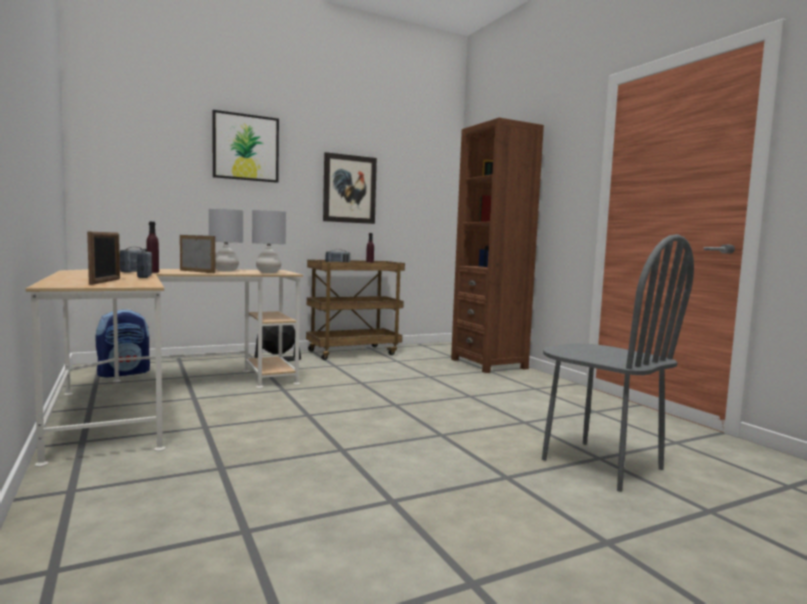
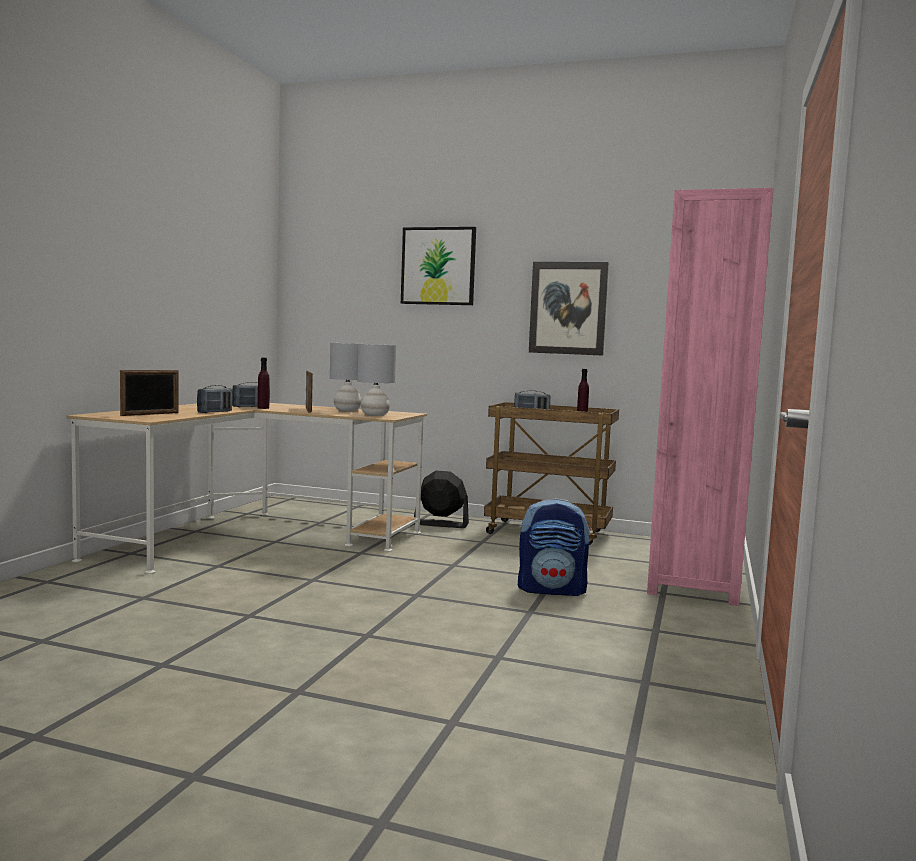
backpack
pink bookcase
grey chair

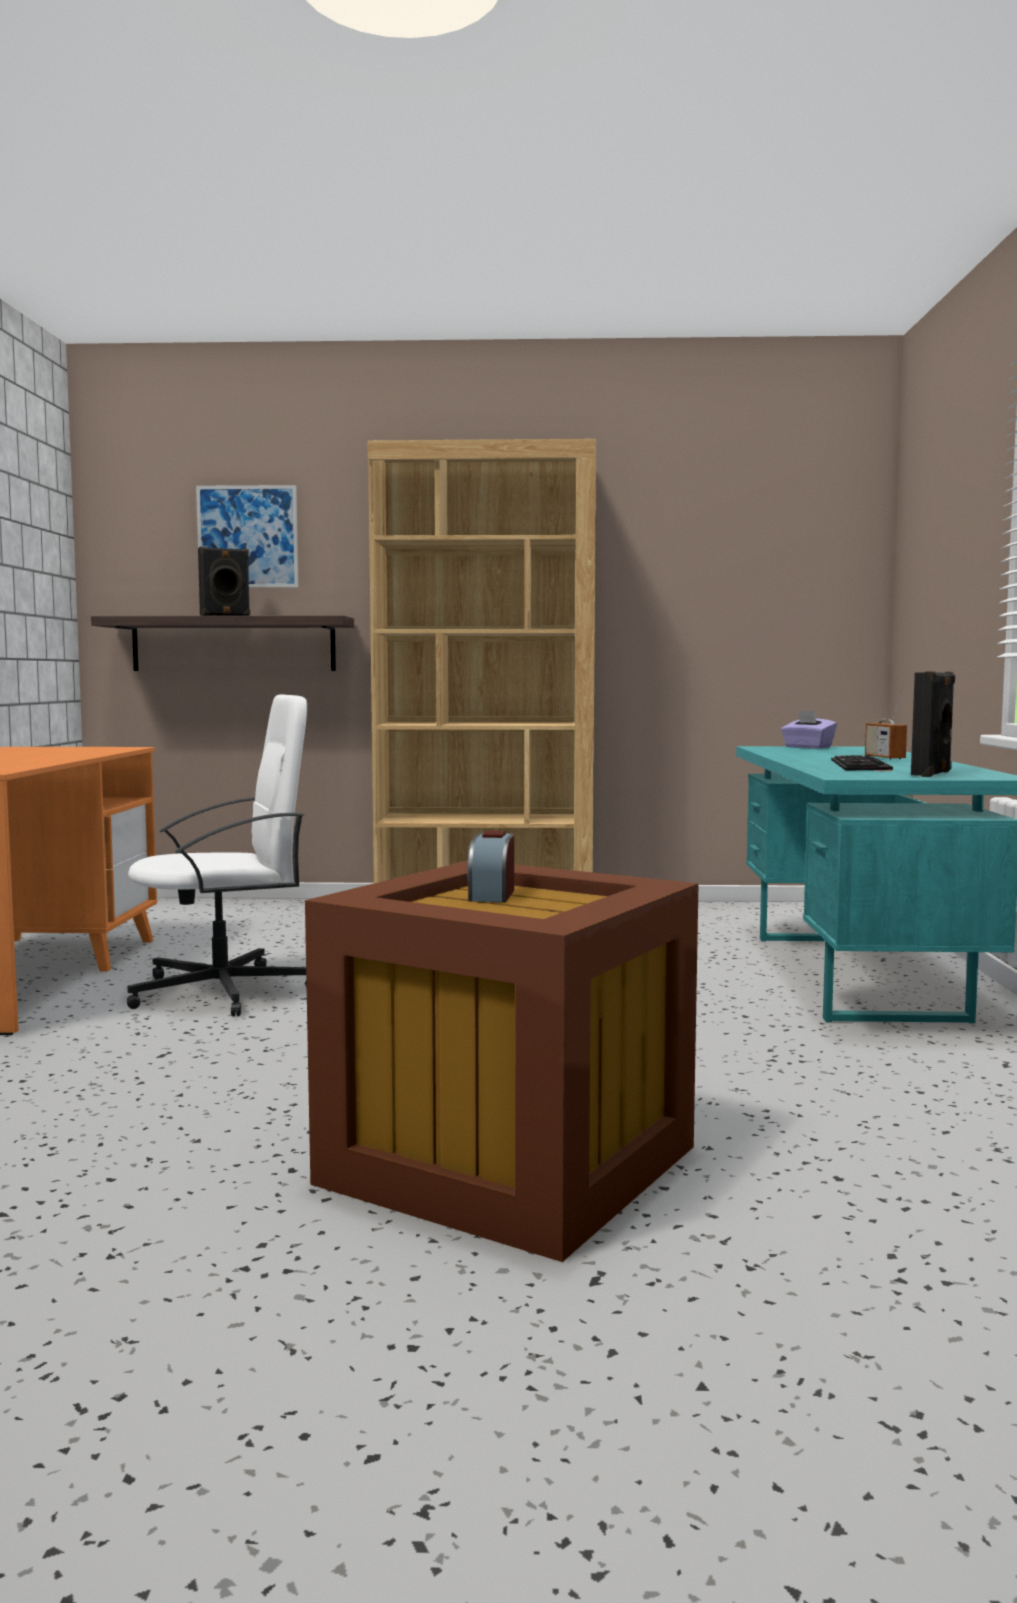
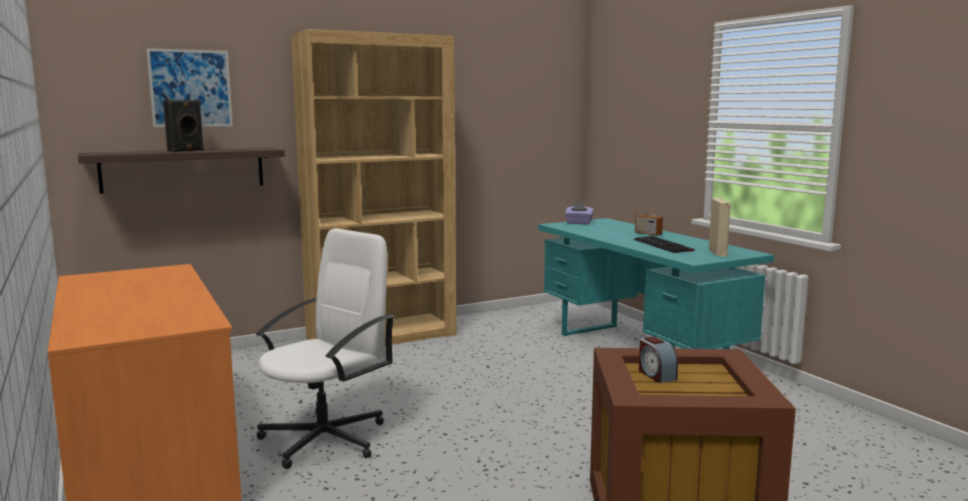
beige speaker

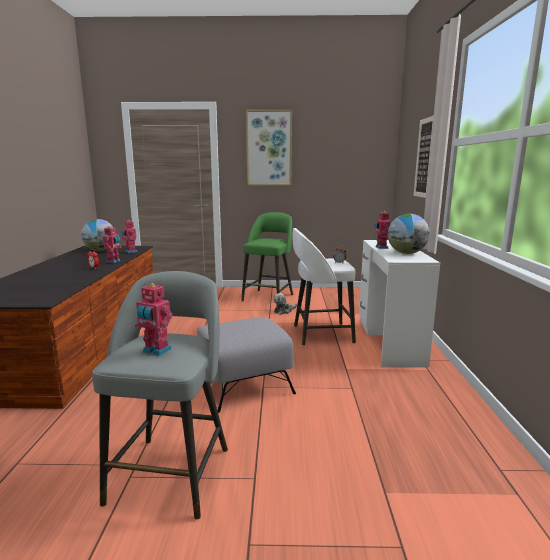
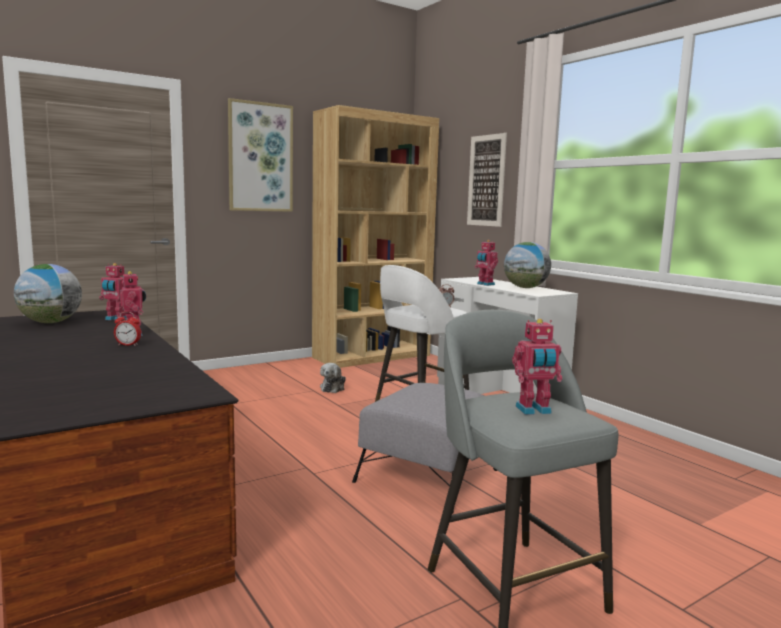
brown bookcase
green stool

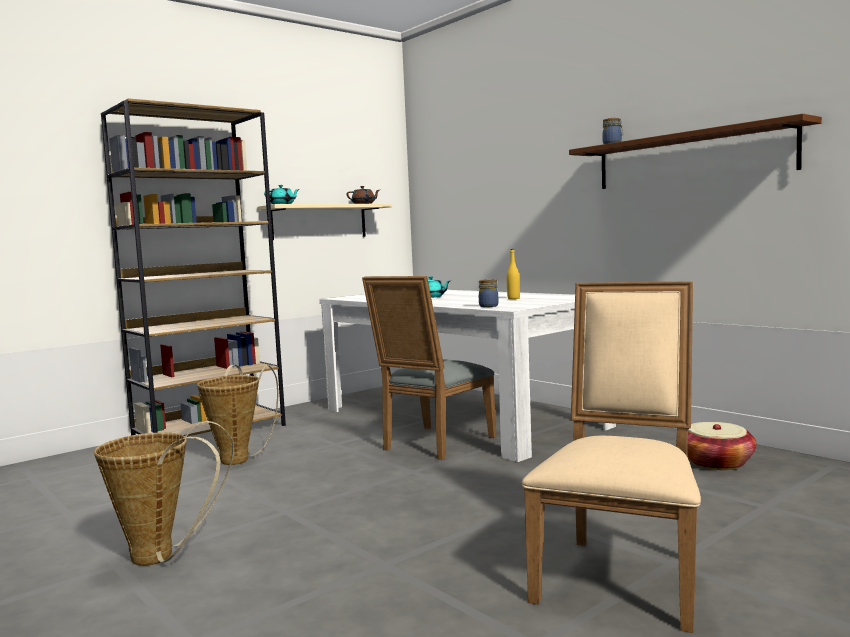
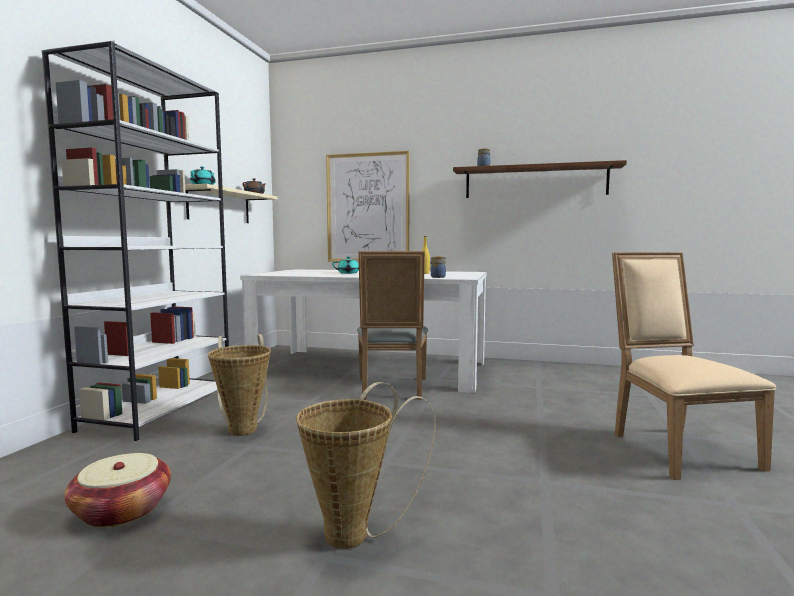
white bookcase
basket (no. 1 from left)
picture

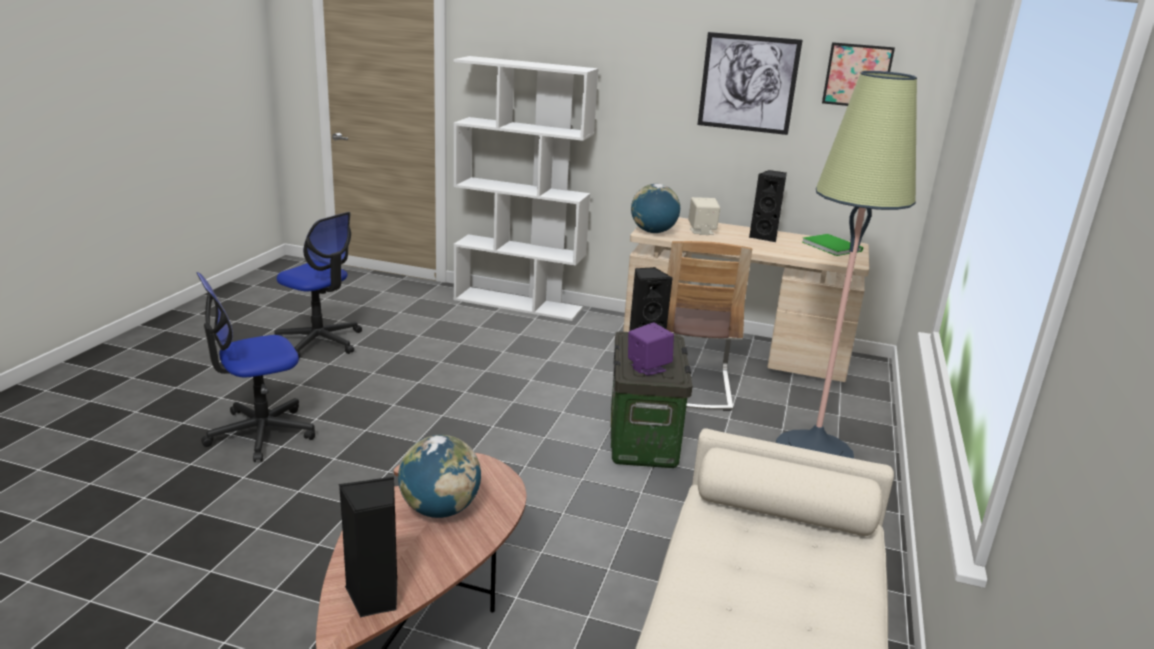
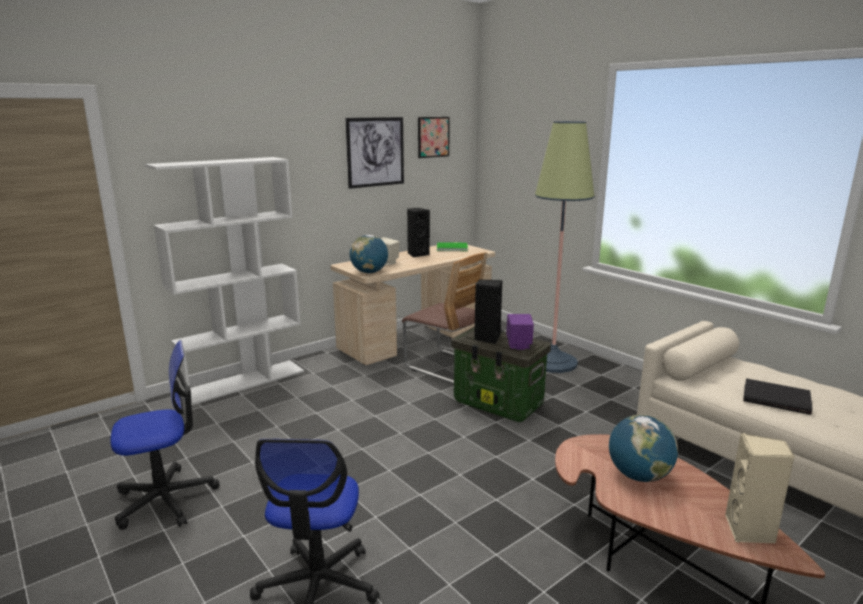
beige speaker (no. 2 from left)
black book

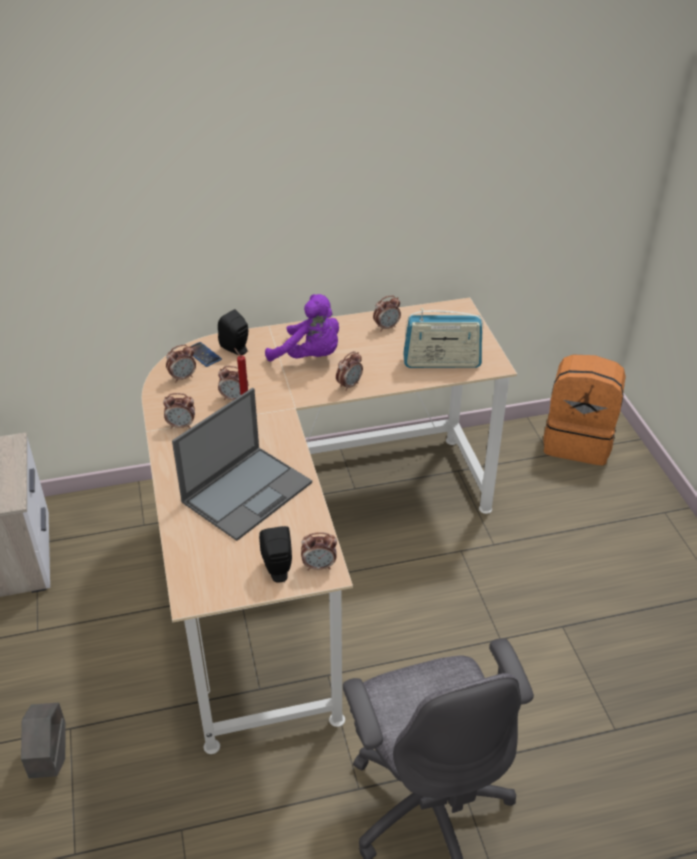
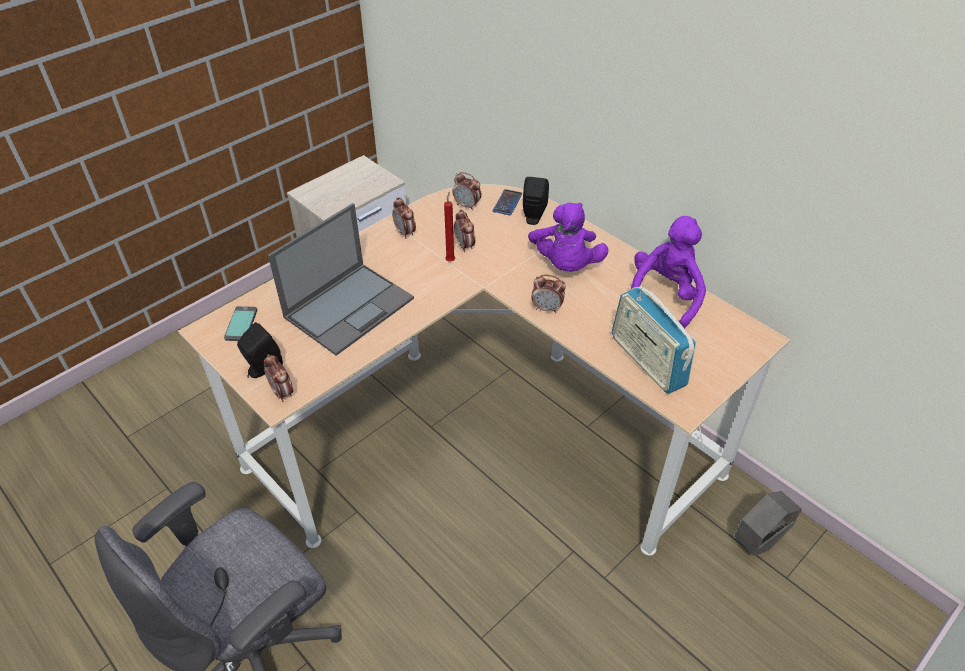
phone (no. 1 from left)
laptop
purple plush toy (no. 2 from left)
grey planter
orange backpack

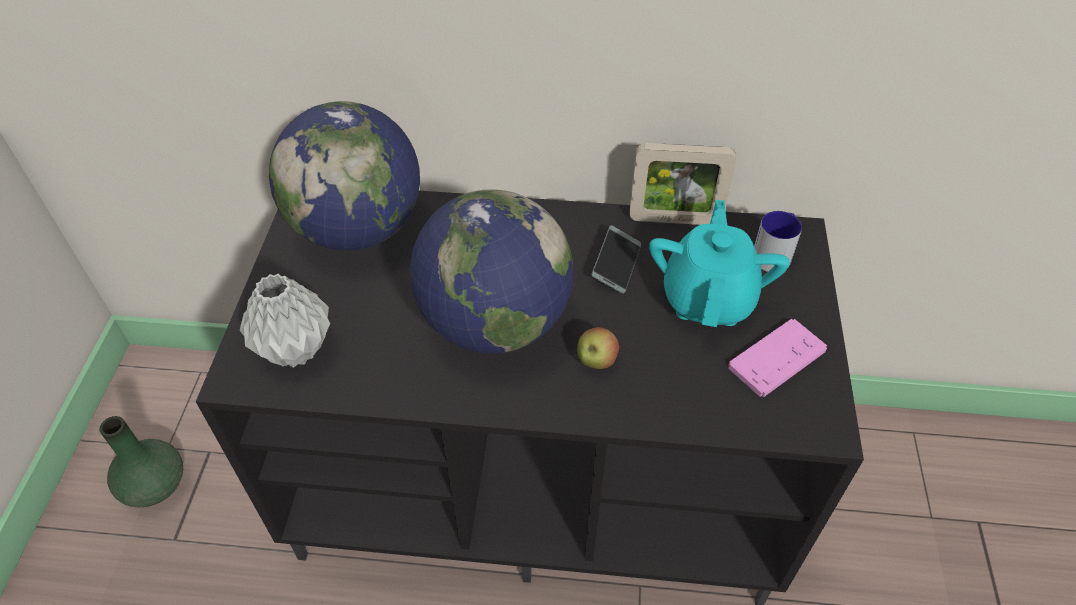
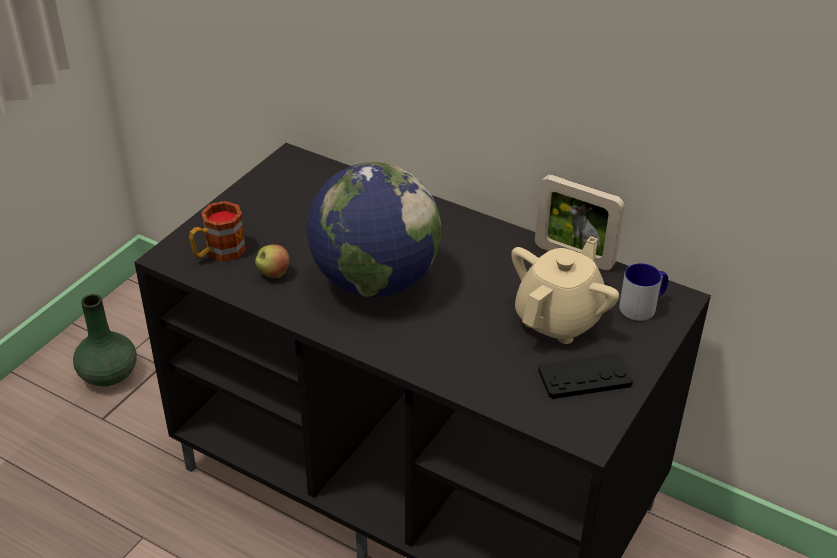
mug (no. 1 from left)
apple
beige teapot
black game controller
globe (no. 1 from left in the first image)
phone

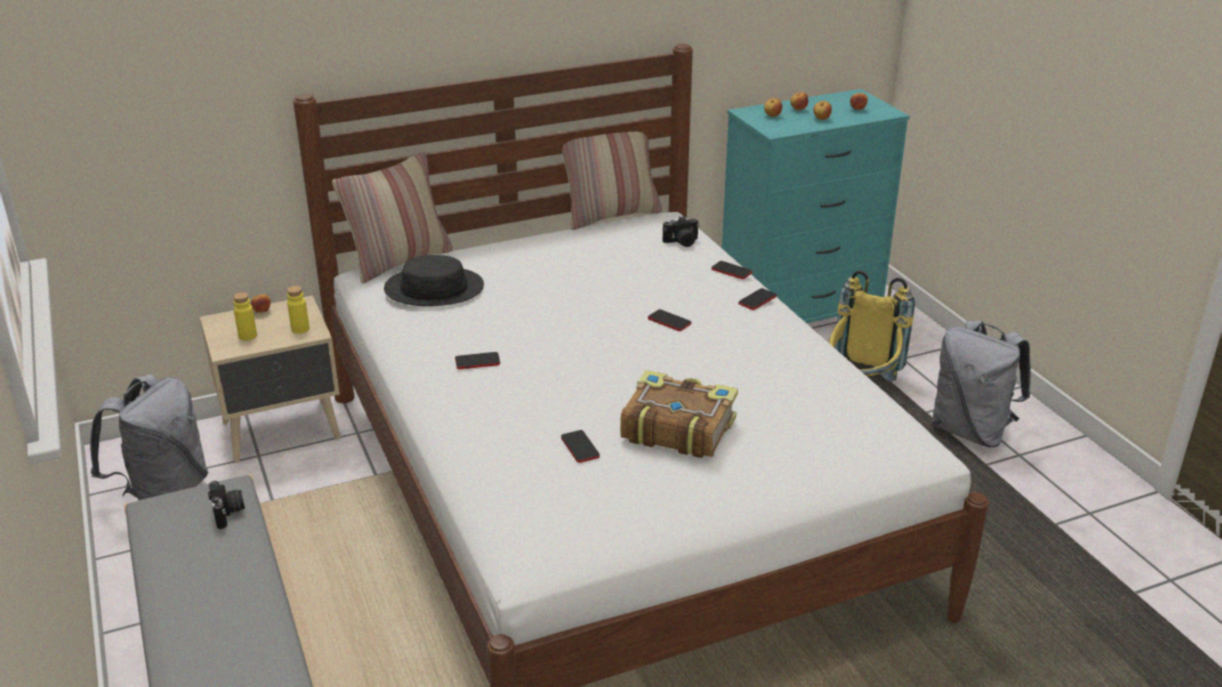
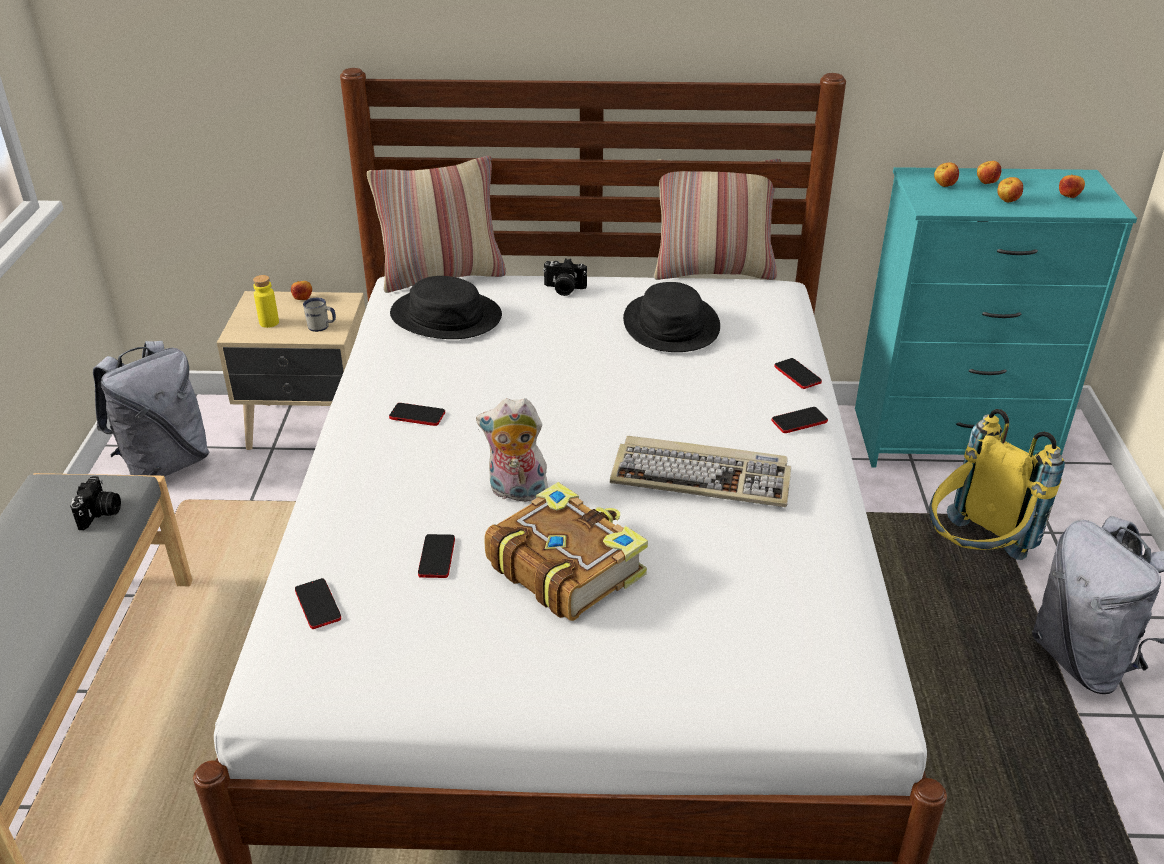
phone (no. 1 from left)
white mug
plush toy
photo camera (no. 2 from left)
keyboard
black hat (no. 2 from left)

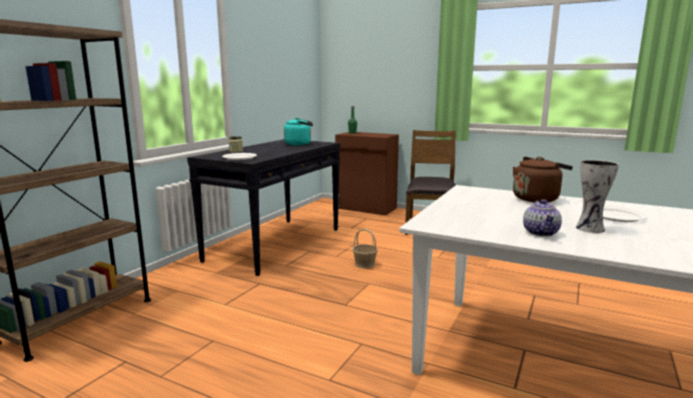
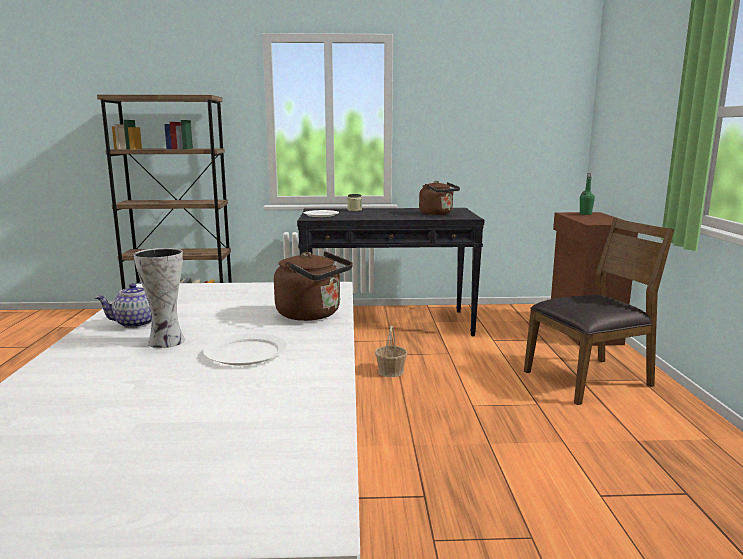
brown kettle (no. 2 from left)

